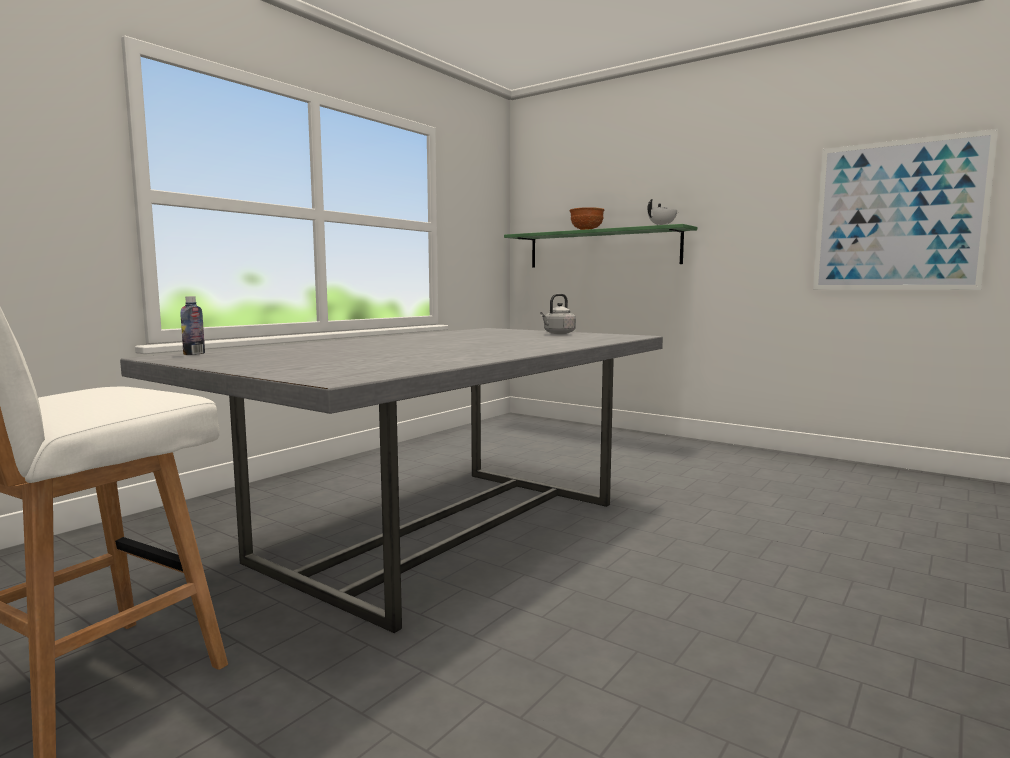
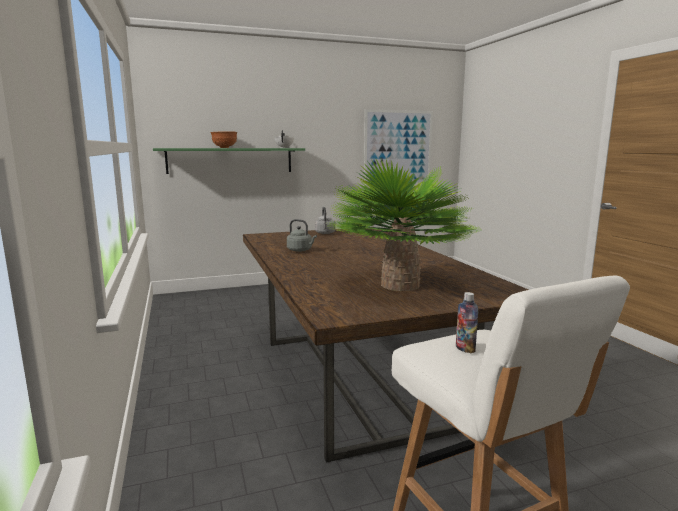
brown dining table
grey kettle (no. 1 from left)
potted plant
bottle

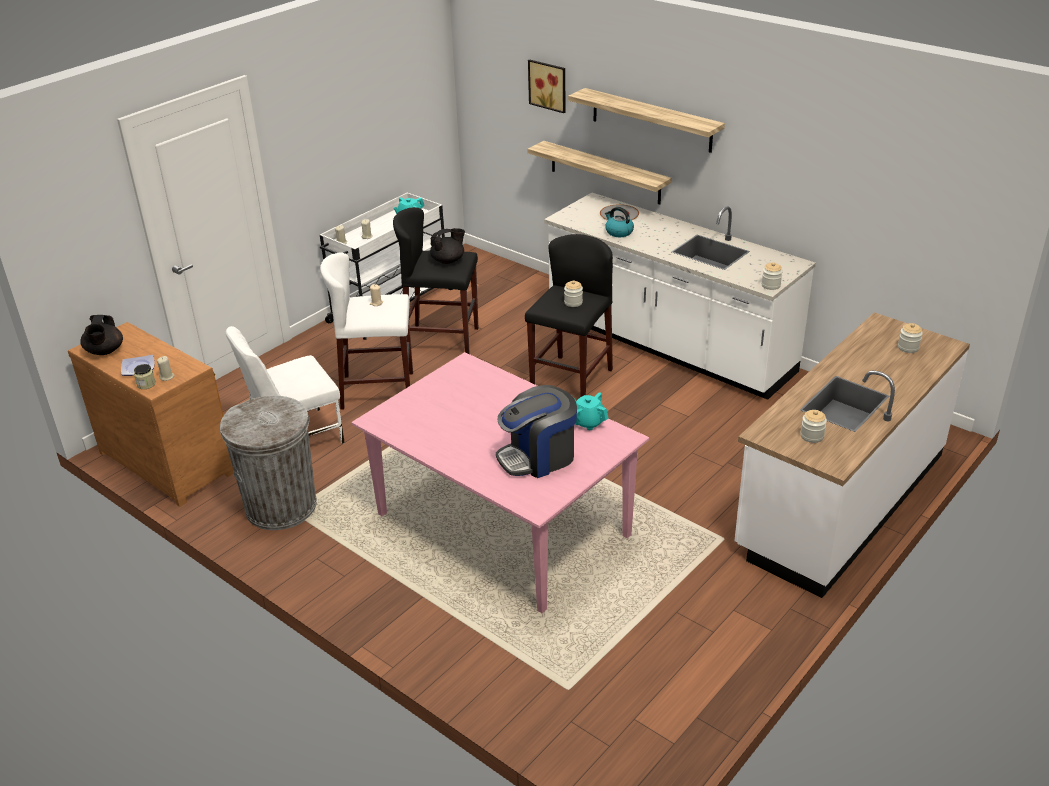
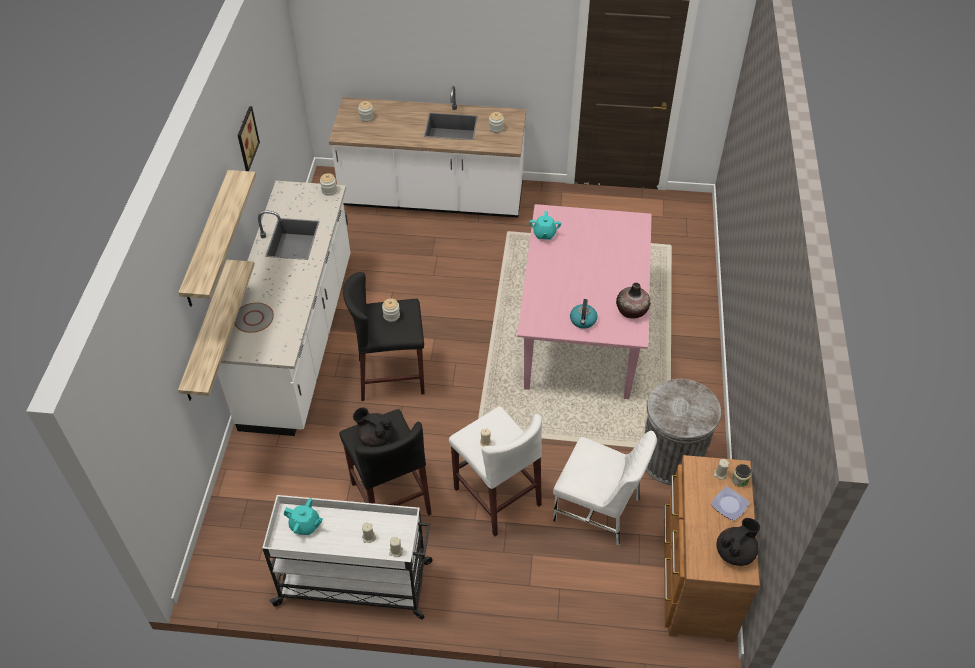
picture
kettle
vase
coffee machine

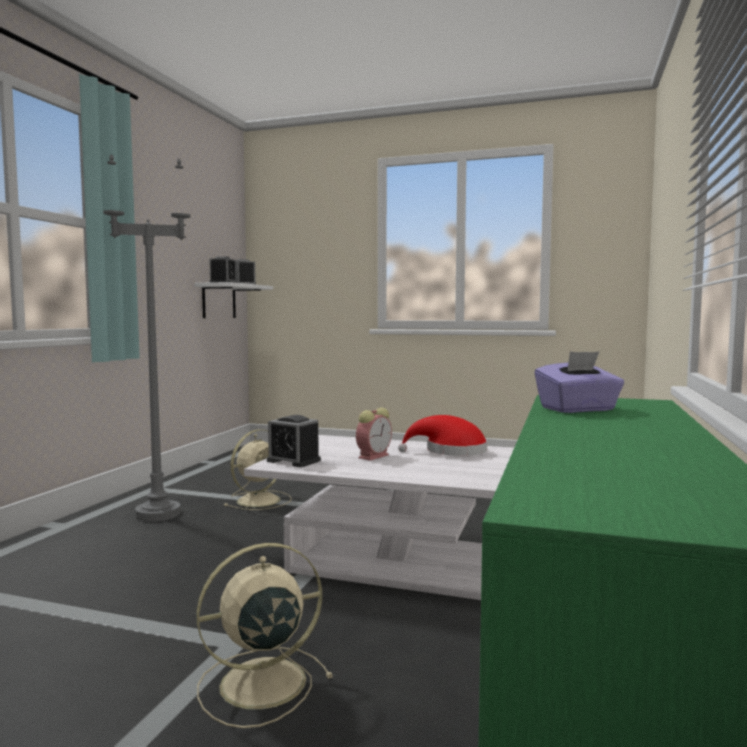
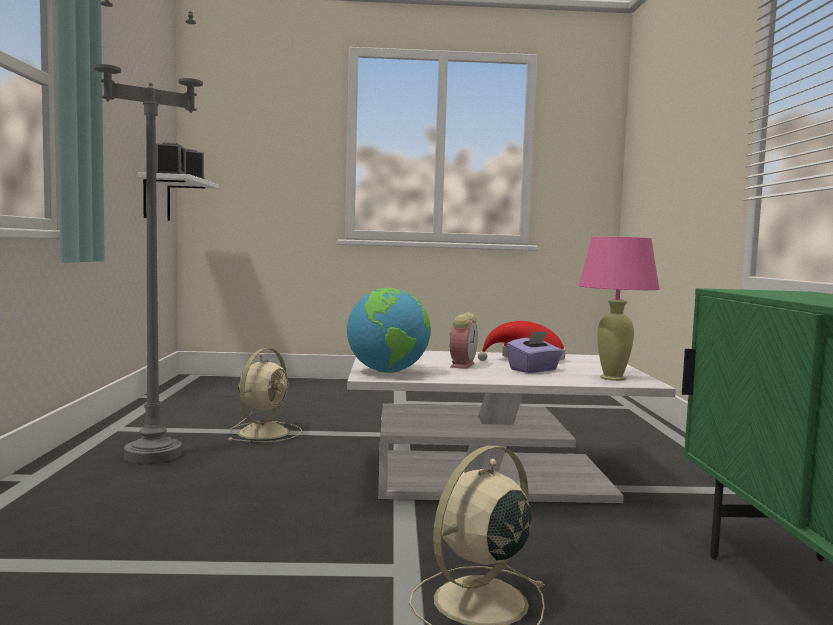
globe
purple tissue box
pink table lamp

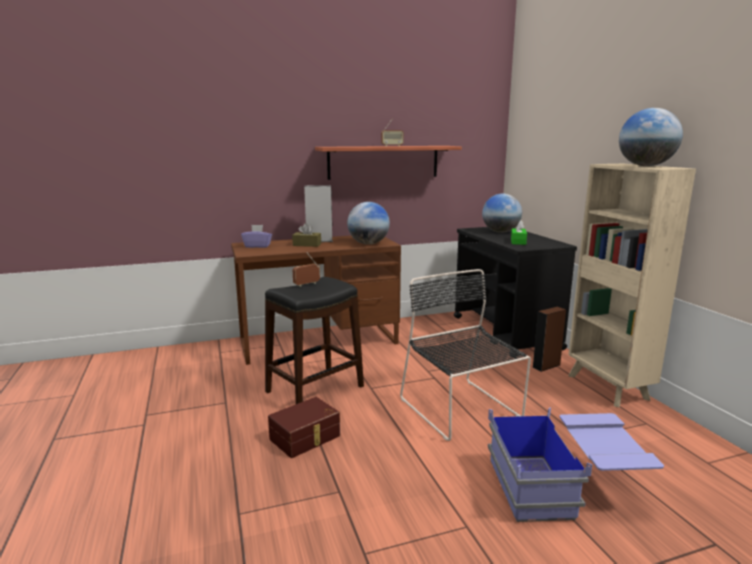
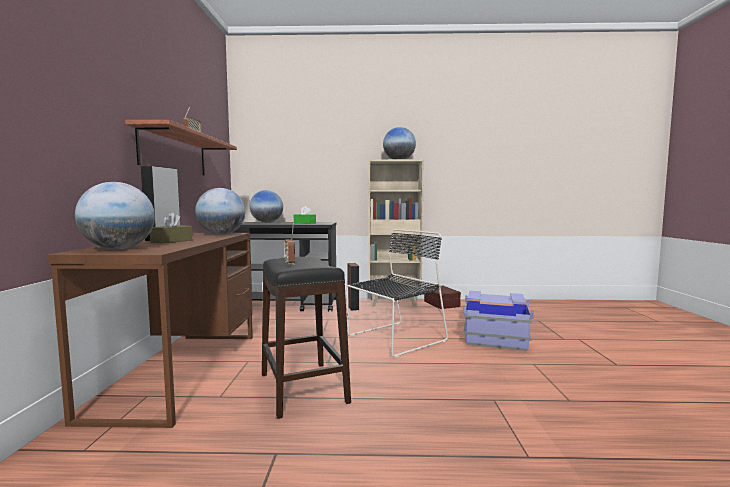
globe (no. 1 from left)
black chair
brown storage box

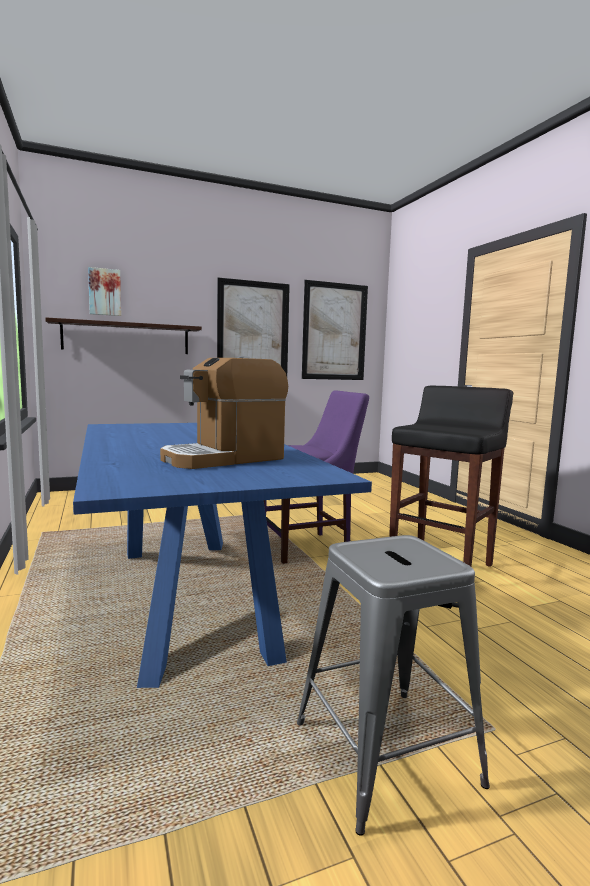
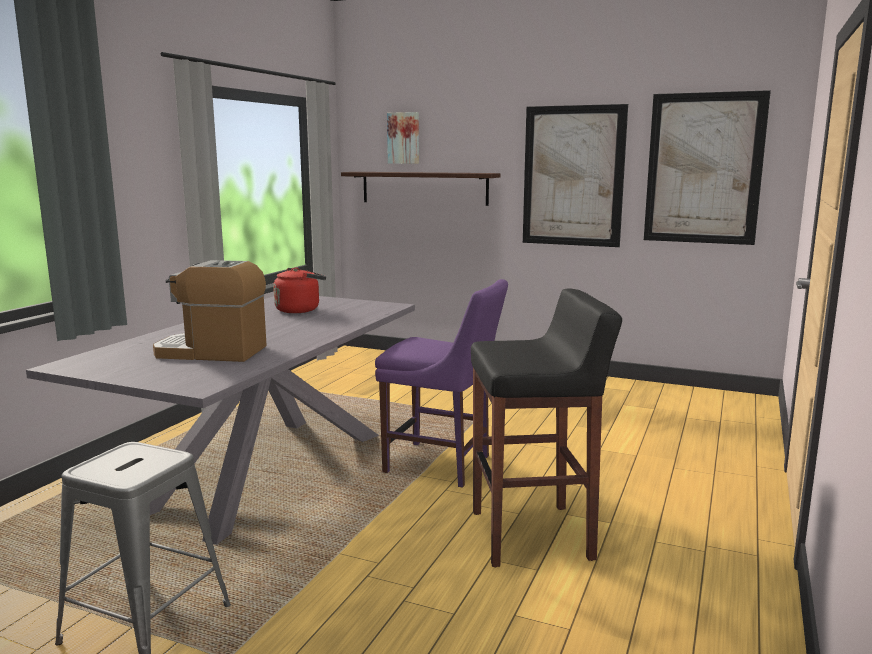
grey dining table
red kettle

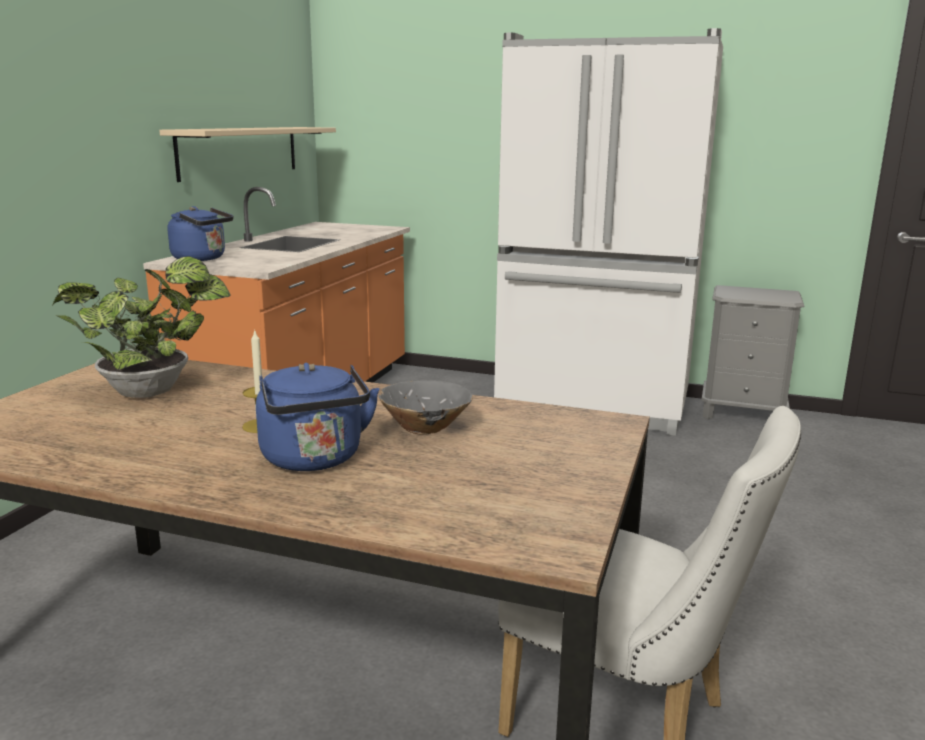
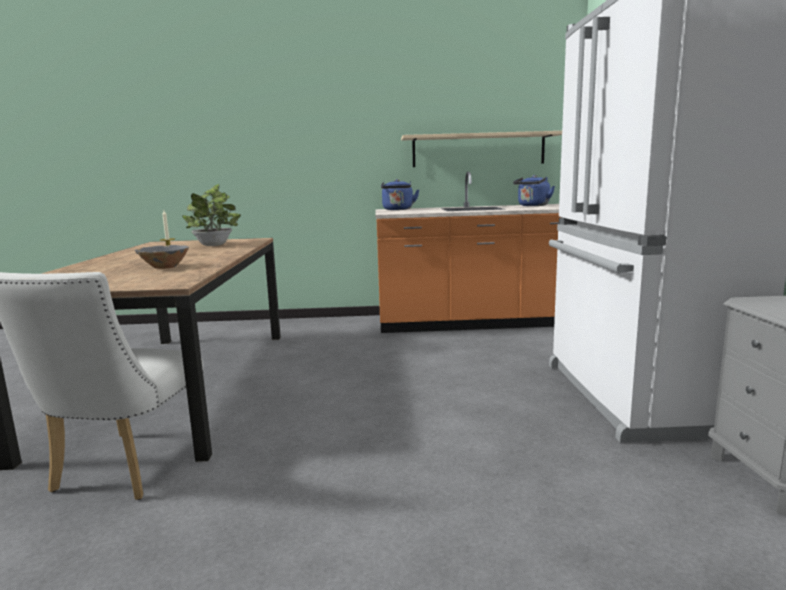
blue kettle (no. 2 from left)

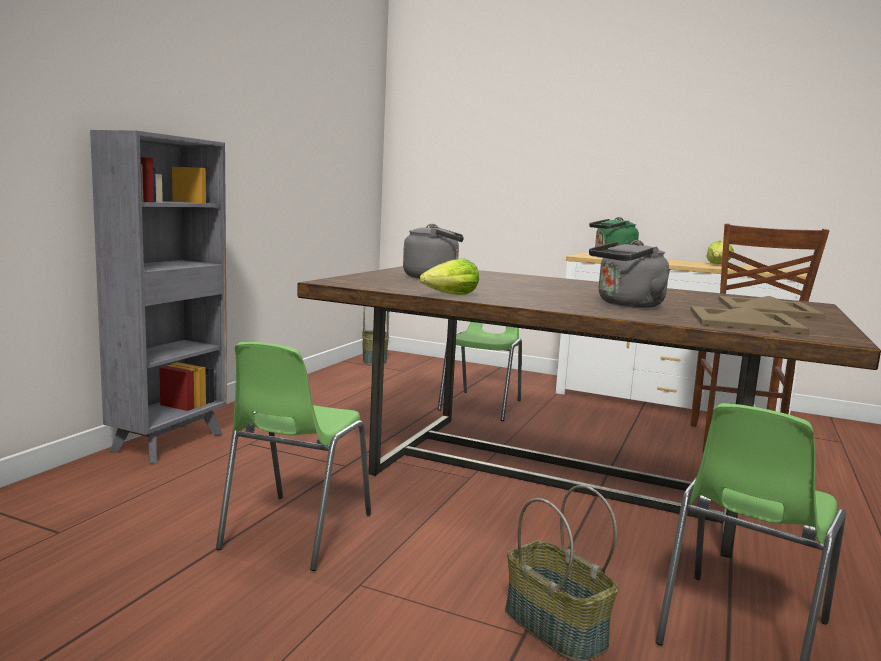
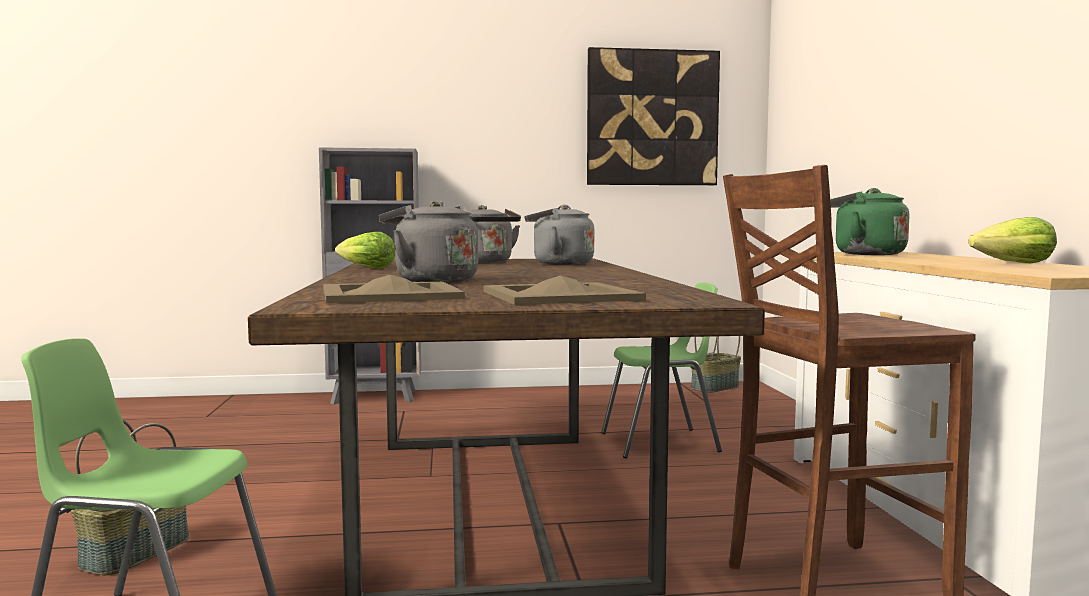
grey kettle (no. 3 from left)
picture
green chair (no. 1 from left in the first image)

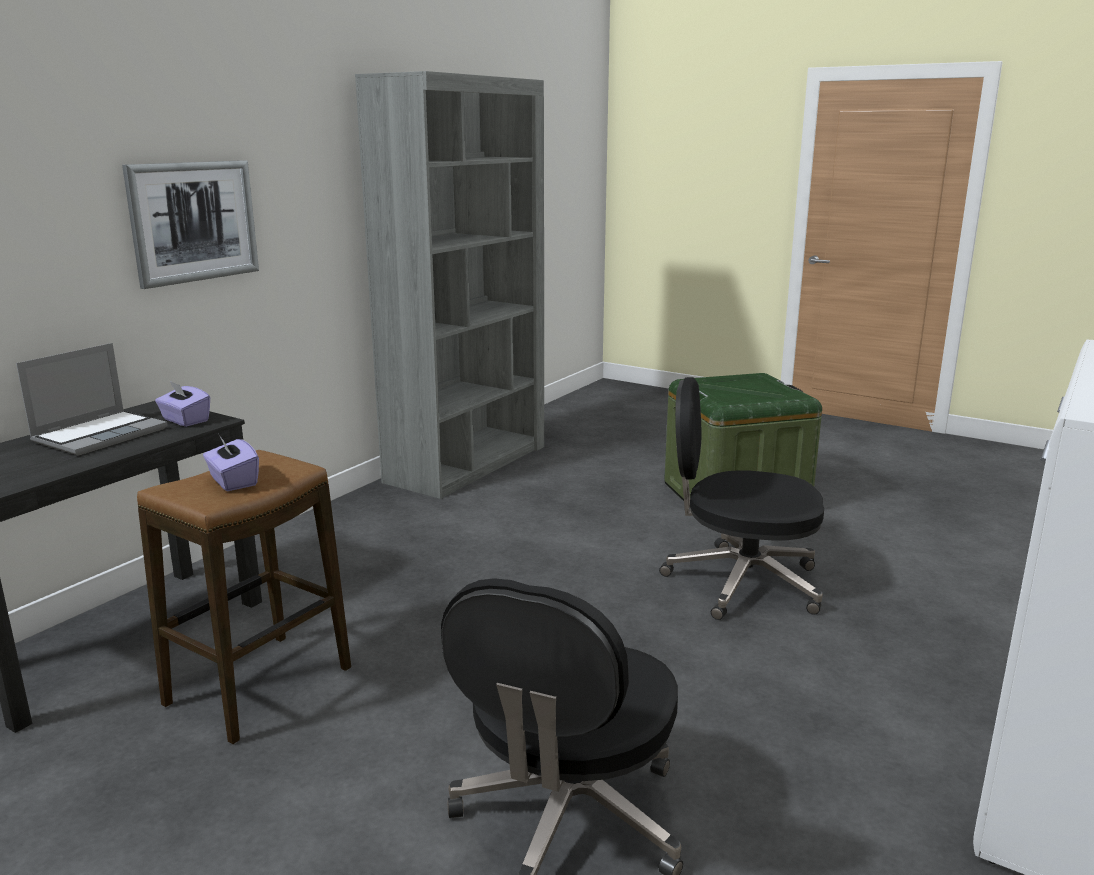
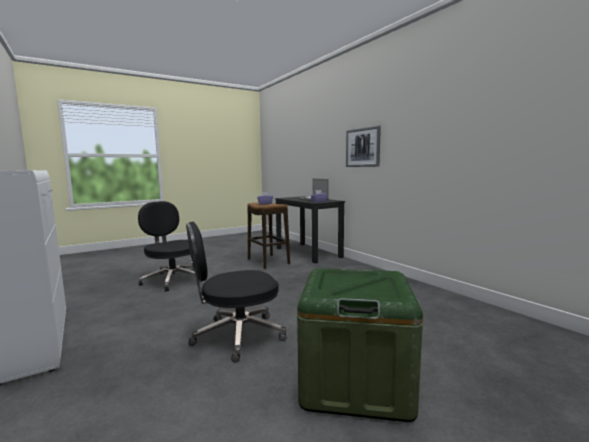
black office chair (no. 2 from left)
grey bookcase

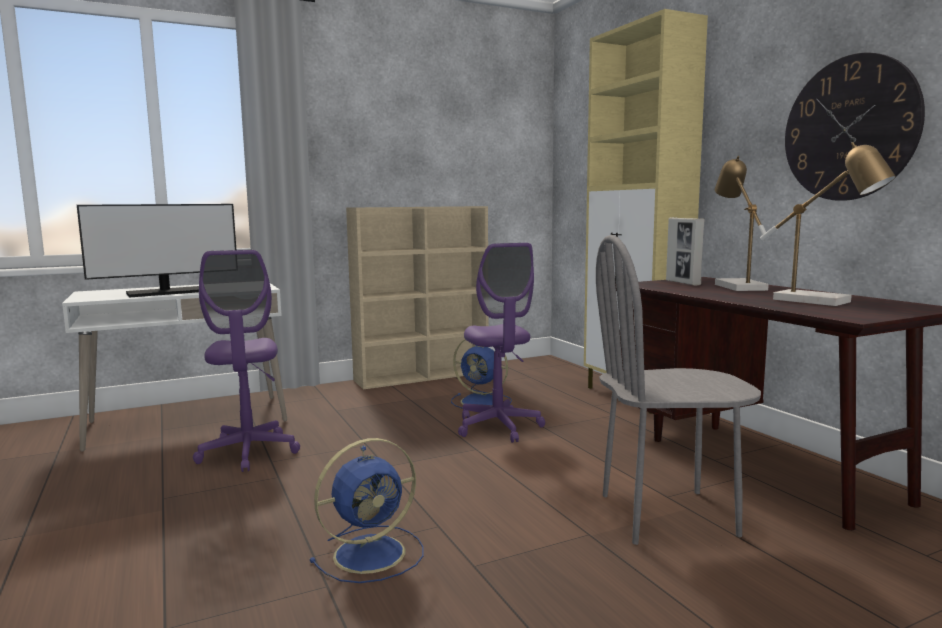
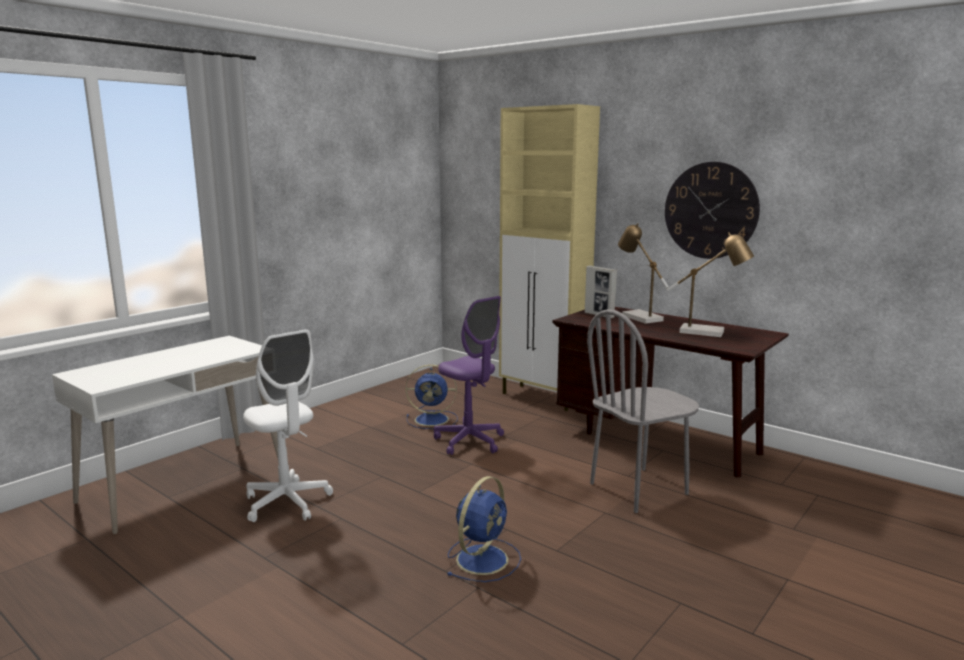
white office chair
monitor
beige bookcase

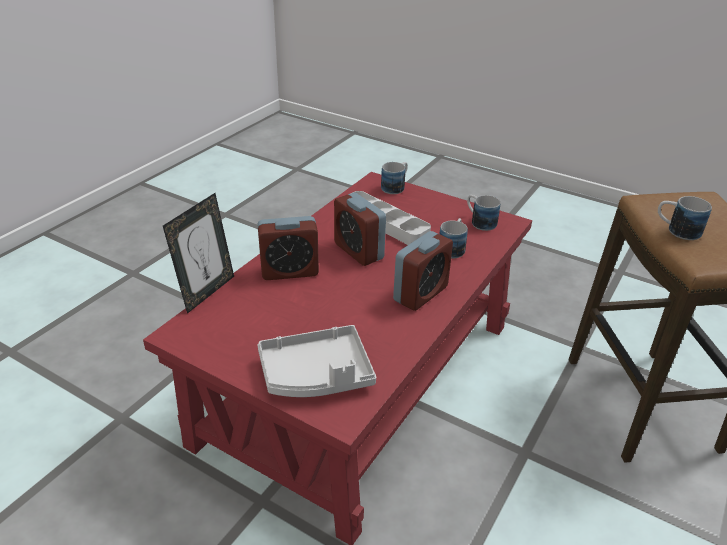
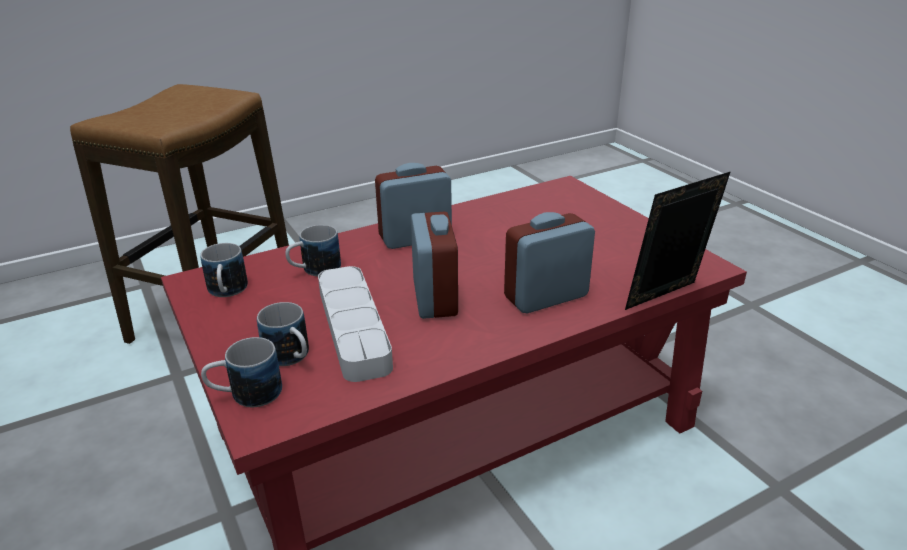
mug (no. 3 from left)
alarm clock (no. 3 from left)
grey tray (no. 1 from left in the first image)

